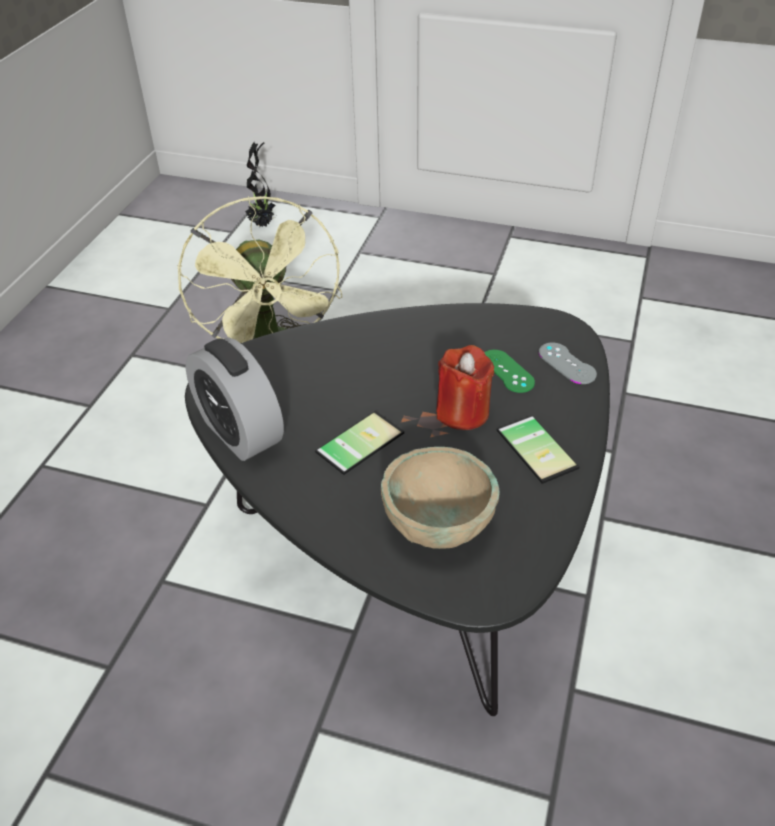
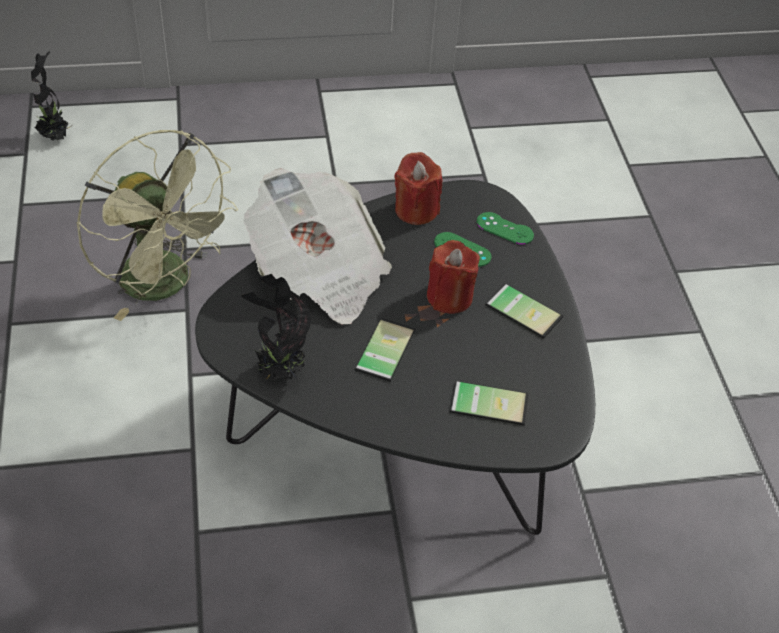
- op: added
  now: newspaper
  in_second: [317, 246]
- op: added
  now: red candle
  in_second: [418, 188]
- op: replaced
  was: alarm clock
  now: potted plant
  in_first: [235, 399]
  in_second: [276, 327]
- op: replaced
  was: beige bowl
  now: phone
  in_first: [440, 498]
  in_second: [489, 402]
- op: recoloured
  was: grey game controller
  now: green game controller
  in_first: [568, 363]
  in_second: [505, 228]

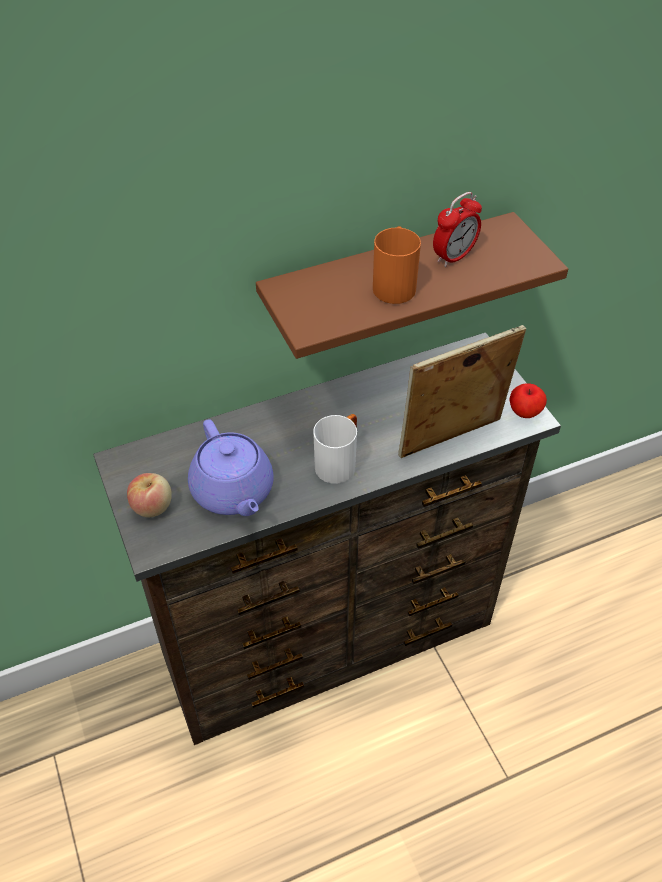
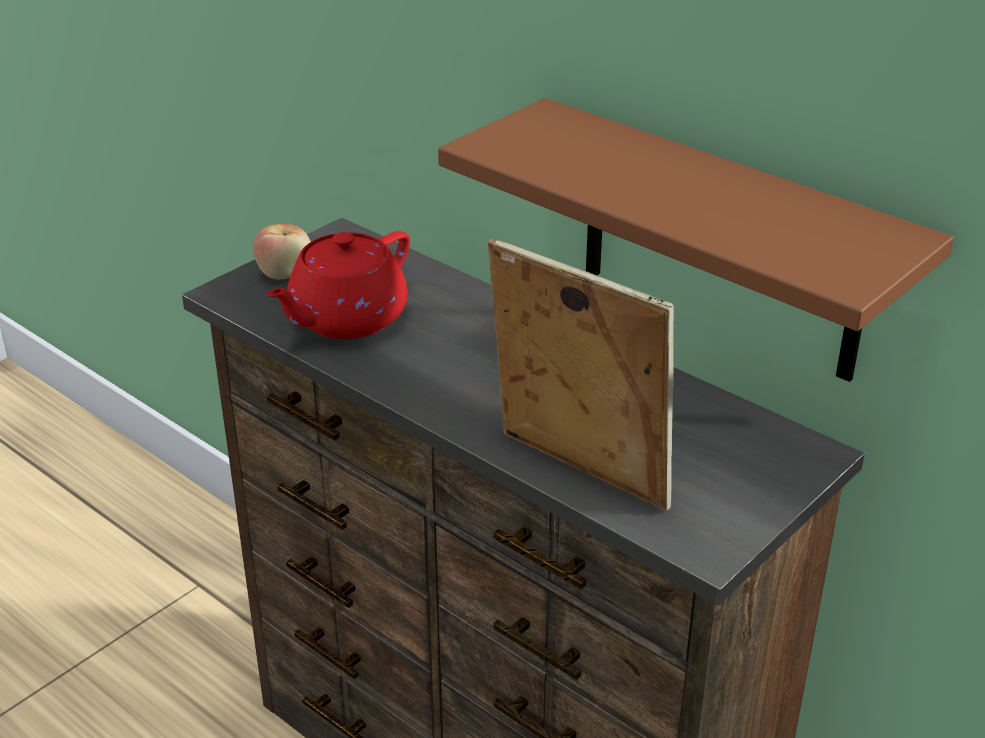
- op: removed
  was: white mug
  in_first: [335, 449]
- op: removed
  was: orange mug
  in_first: [397, 265]
- op: removed
  was: alarm clock
  in_first: [457, 229]
- op: removed
  was: apple
  in_first: [528, 400]
- op: recoloured
  was: purple teapot
  now: red teapot
  in_first: [231, 467]
  in_second: [338, 285]

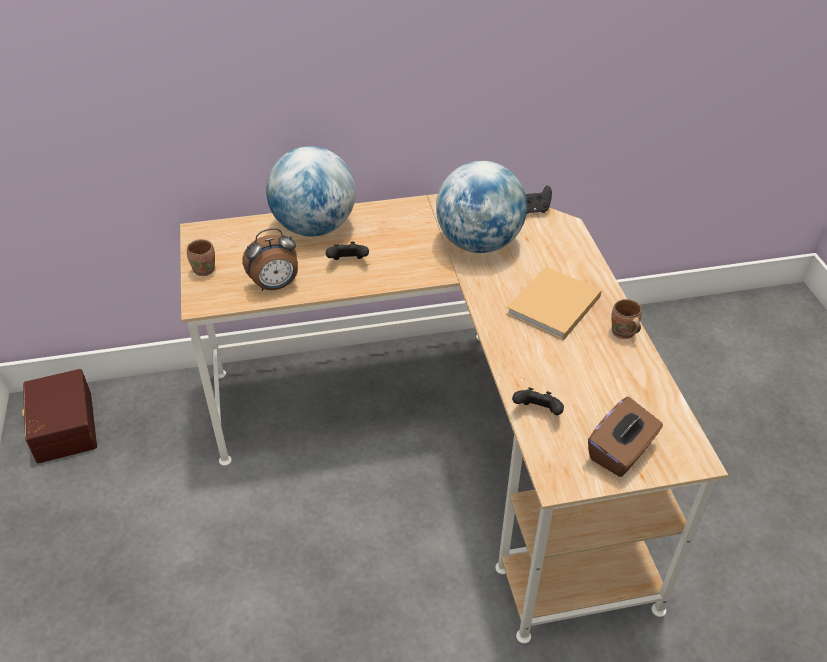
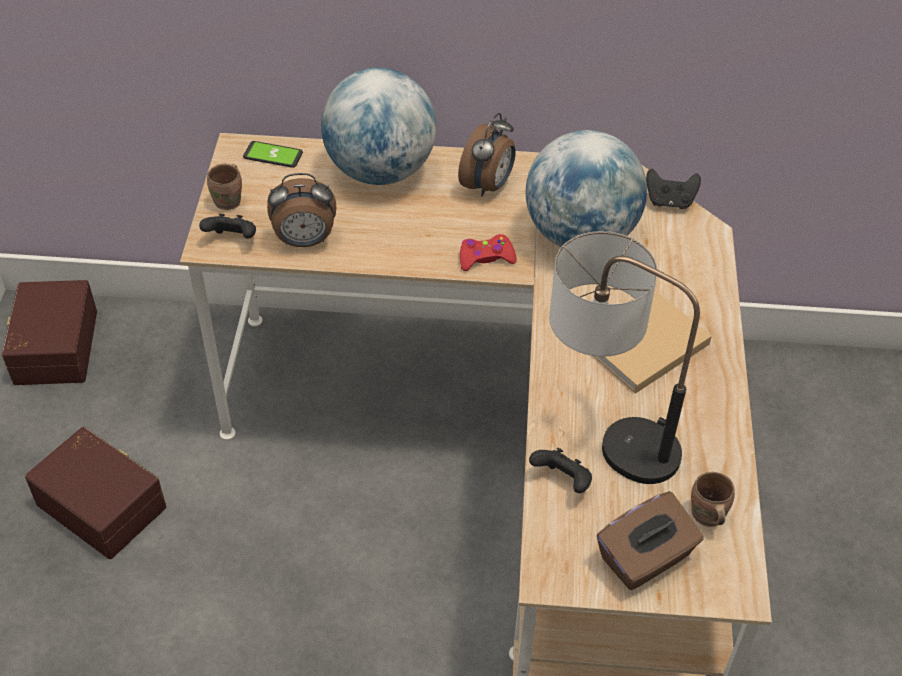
- op: added
  now: brown storage box
  in_second: [95, 493]
- op: added
  now: phone
  in_second: [273, 154]
- op: added
  now: alarm clock
  in_second: [486, 155]
- op: added
  now: red game controller
  in_second: [488, 252]
- op: added
  now: table lamp
  in_second: [624, 357]
- op: moved
  was: black game controller
  in_first: [347, 251]
  in_second: [227, 226]
- op: moved
  was: brown mug
  in_first: [626, 319]
  in_second: [713, 499]

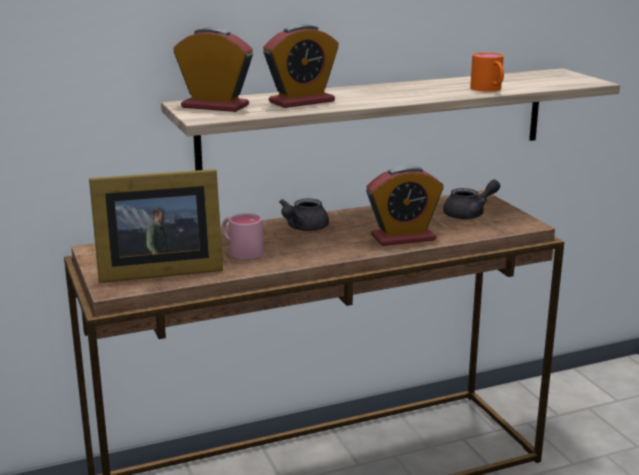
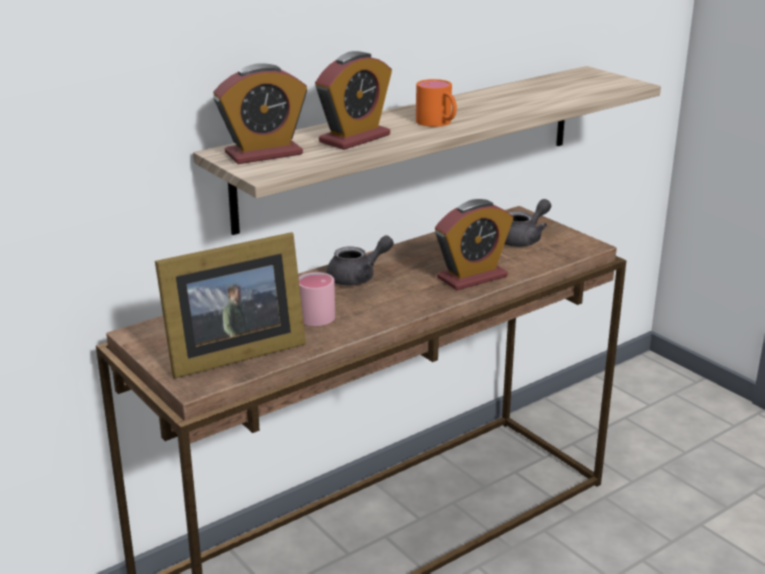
- op: moved
  was: orange mug
  in_first: [487, 72]
  in_second: [436, 103]
- op: turned
  was: alarm clock
  in_first: [213, 69]
  in_second: [260, 113]
  clockwise: 150
- op: turned
  was: grey teapot
  in_first: [304, 214]
  in_second: [360, 260]
  clockwise: -135

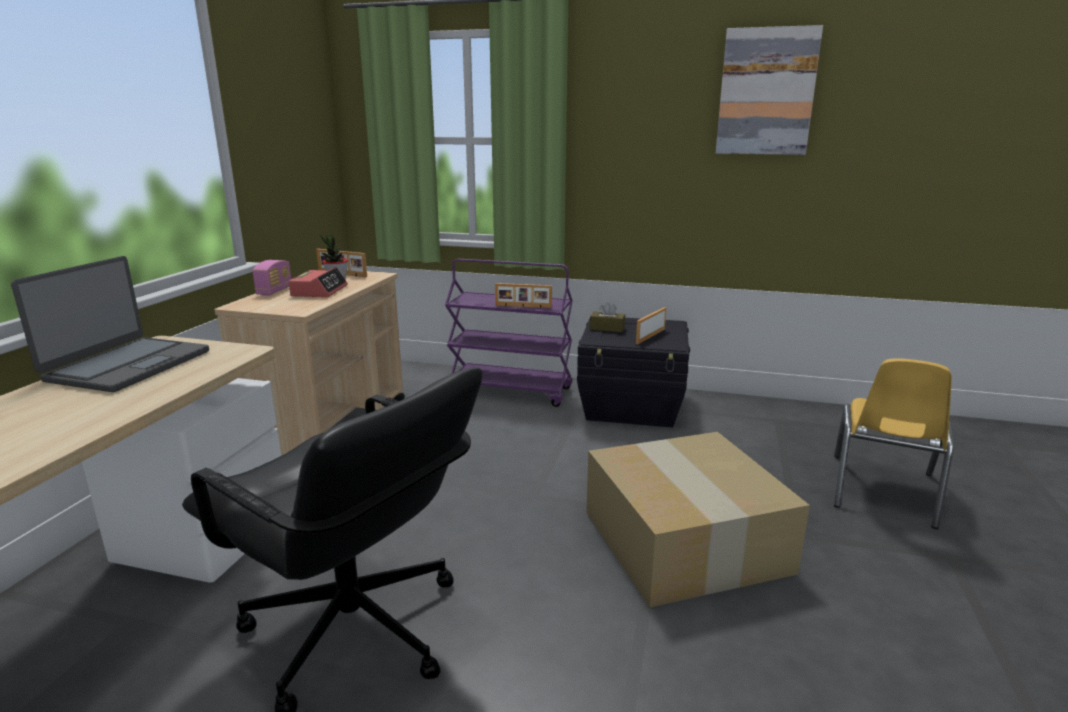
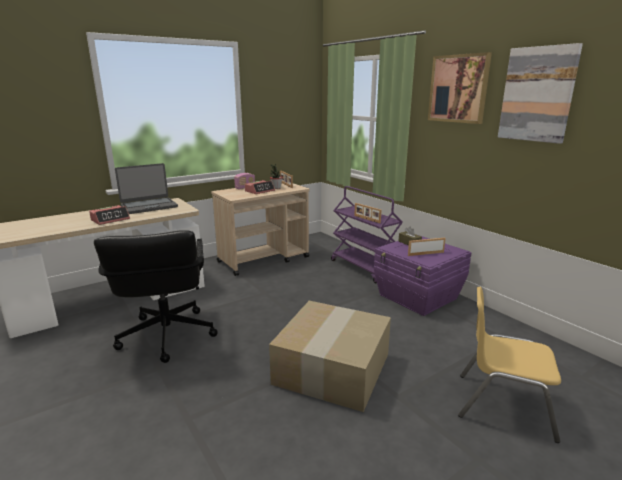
- op: added
  now: alarm clock
  in_second: [109, 215]
- op: added
  now: picture
  in_second: [460, 88]
- op: recoloured
  was: black storage box
  now: purple storage box
  in_first: [633, 372]
  in_second: [423, 275]
- op: turned
  was: yellow chair
  in_first: [894, 443]
  in_second: [509, 365]
  clockwise: 45

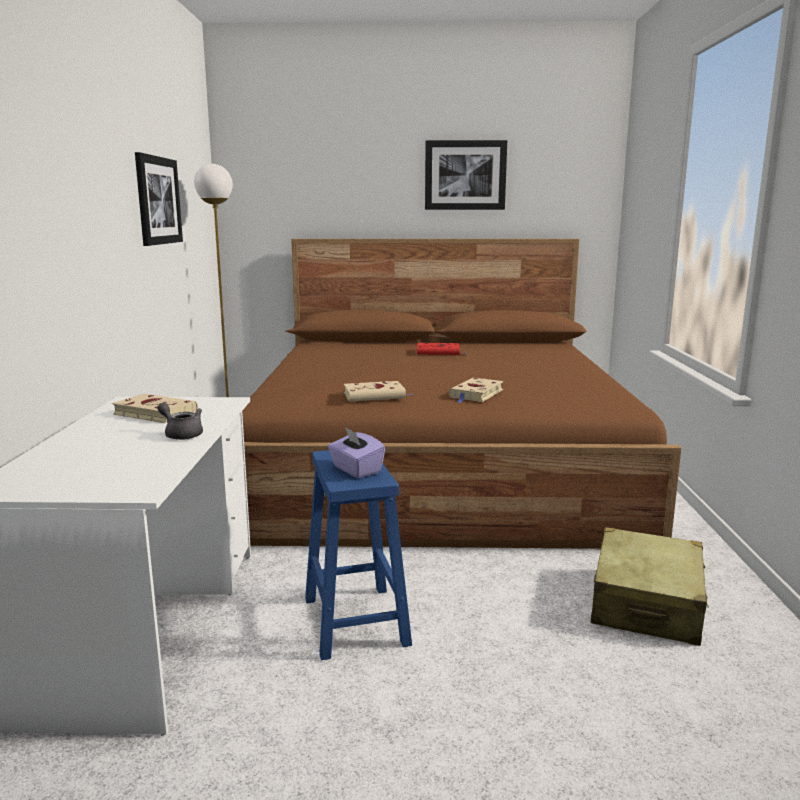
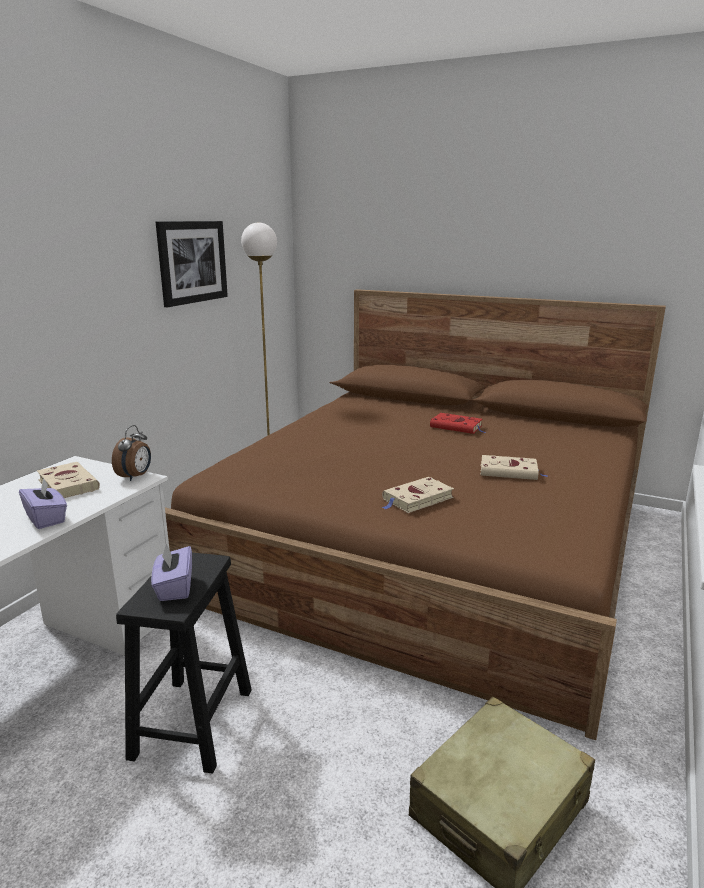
- op: removed
  was: picture
  in_first: [466, 175]
- op: added
  now: alarm clock
  in_second: [131, 453]
- op: moved
  was: beige book
  in_first: [378, 391]
  in_second: [514, 467]
- op: replaced
  was: grey teapot
  now: purple tissue box
  in_first: [180, 421]
  in_second: [43, 503]
- op: recoloured
  was: blue stool
  now: black stool
  in_first: [358, 555]
  in_second: [184, 663]

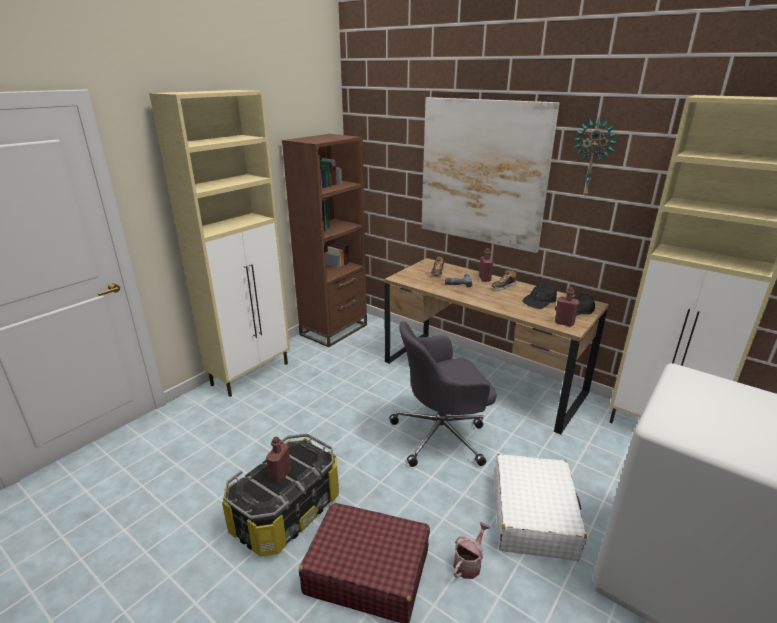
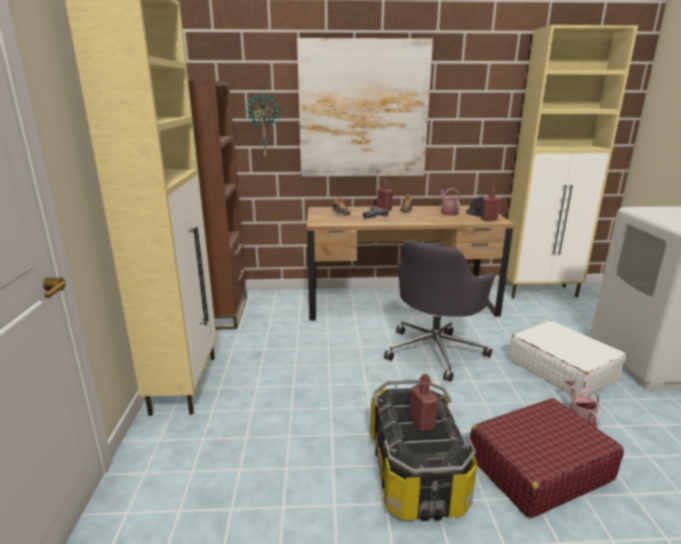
- op: moved
  was: wall clock
  in_first: [596, 156]
  in_second: [263, 126]
- op: replaced
  was: black cap
  now: watering can
  in_first: [540, 296]
  in_second: [449, 202]

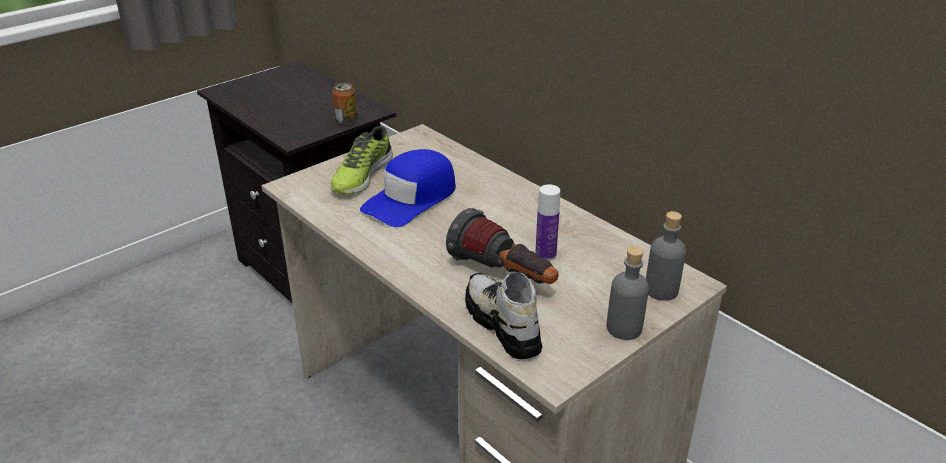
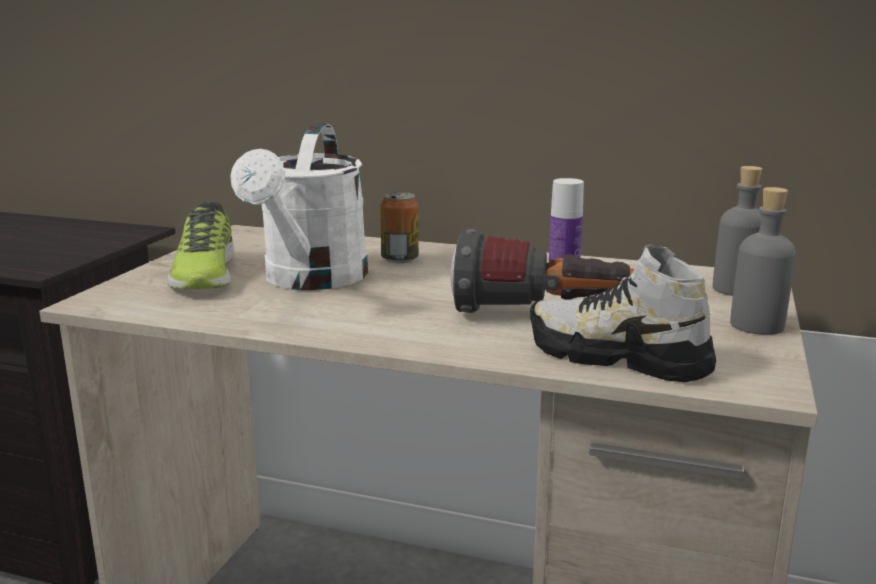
- op: moved
  was: can
  in_first: [345, 104]
  in_second: [399, 227]
- op: replaced
  was: blue cap
  now: white watering can
  in_first: [408, 188]
  in_second: [299, 207]

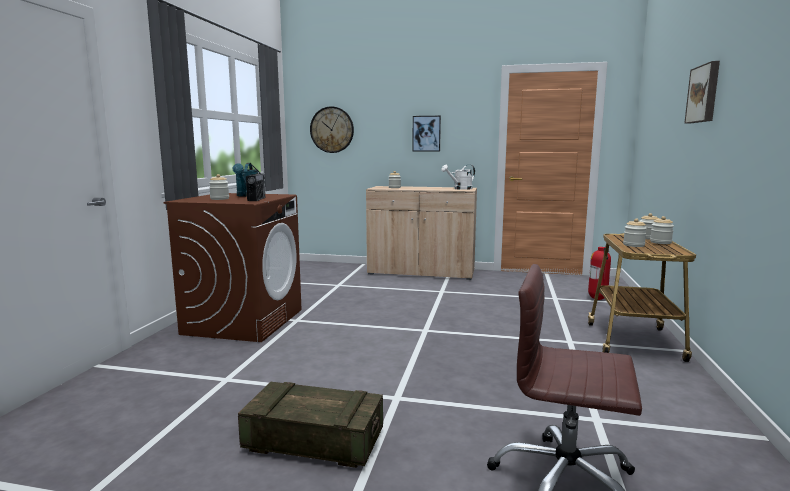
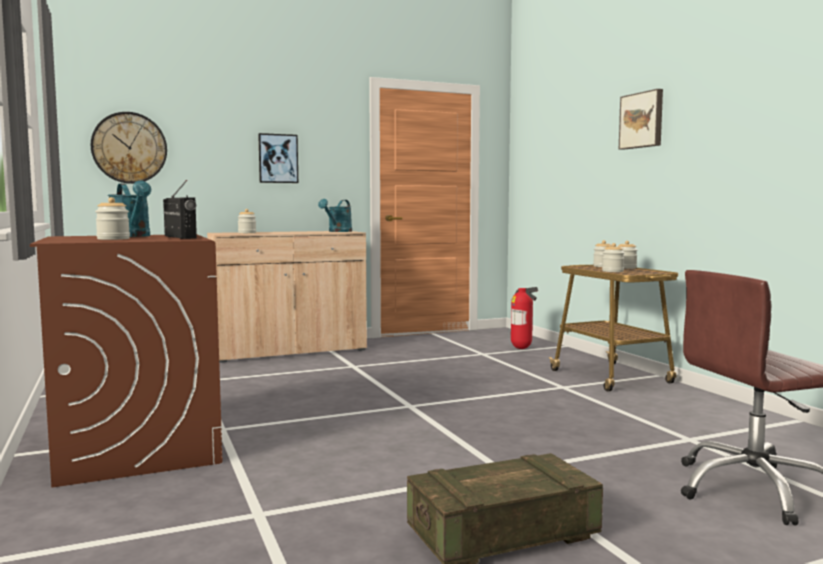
- op: recoloured
  was: white watering can
  now: turquoise watering can
  in_first: [458, 177]
  in_second: [335, 215]

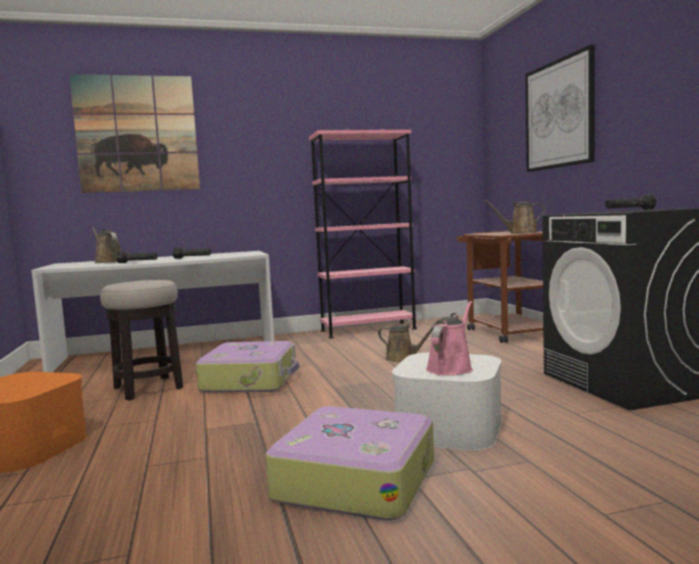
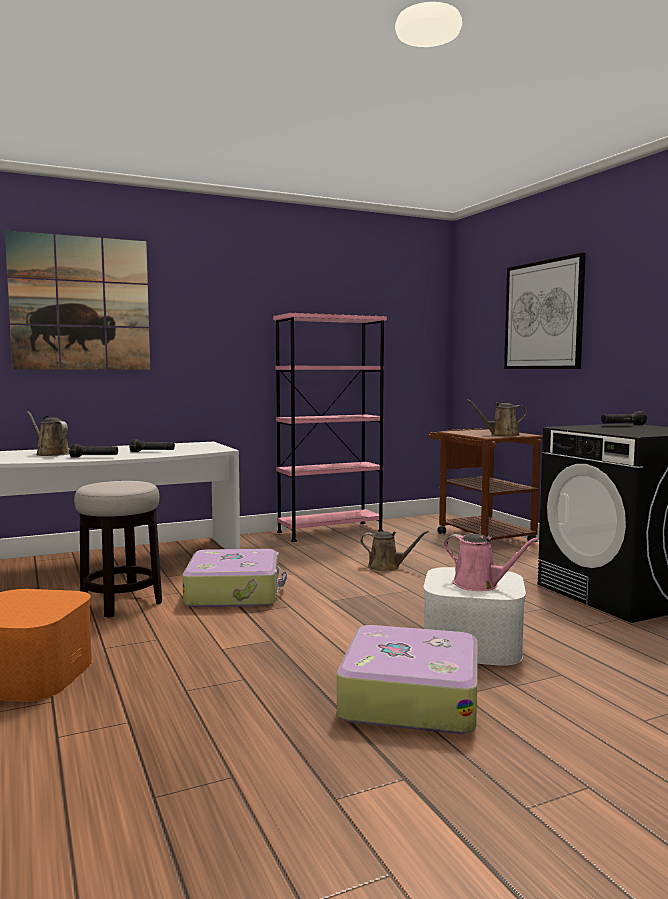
- op: turned
  was: pink watering can
  in_first: [449, 338]
  in_second: [491, 562]
  clockwise: 105

